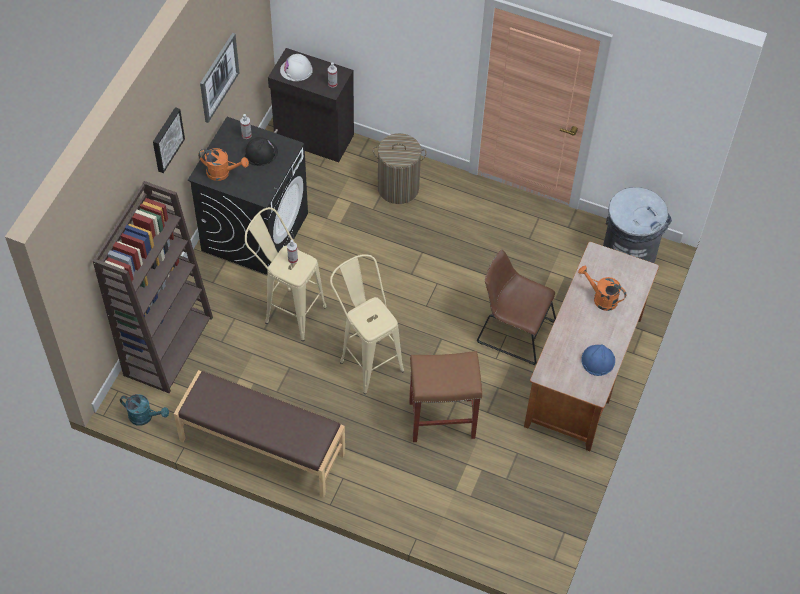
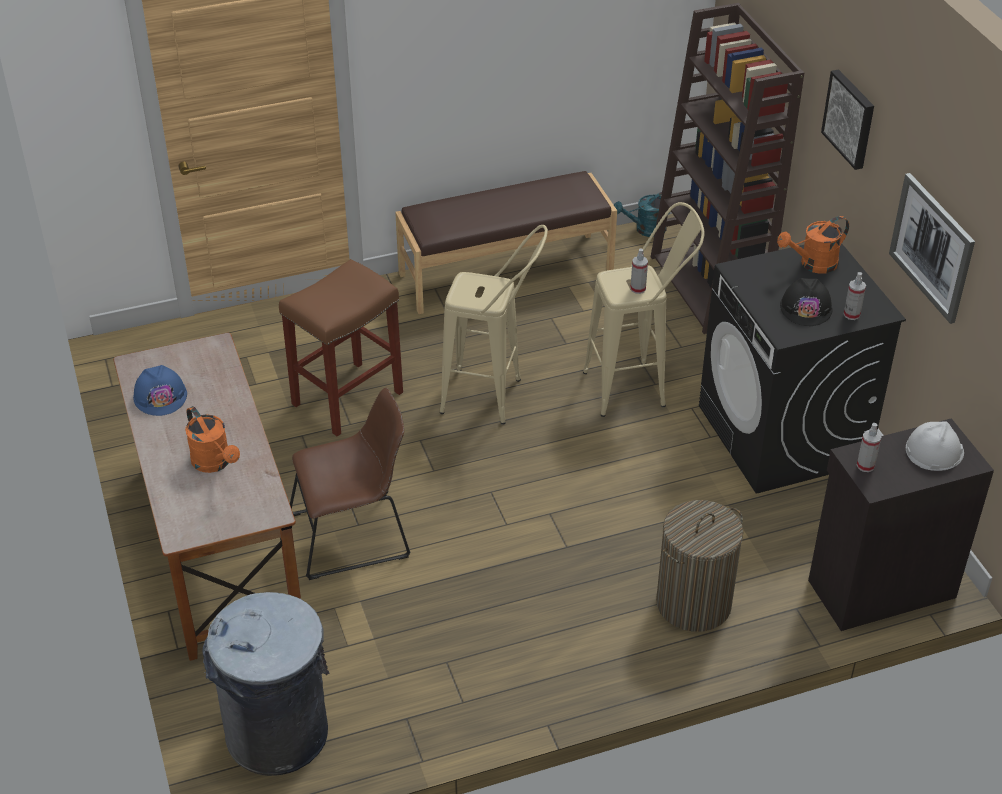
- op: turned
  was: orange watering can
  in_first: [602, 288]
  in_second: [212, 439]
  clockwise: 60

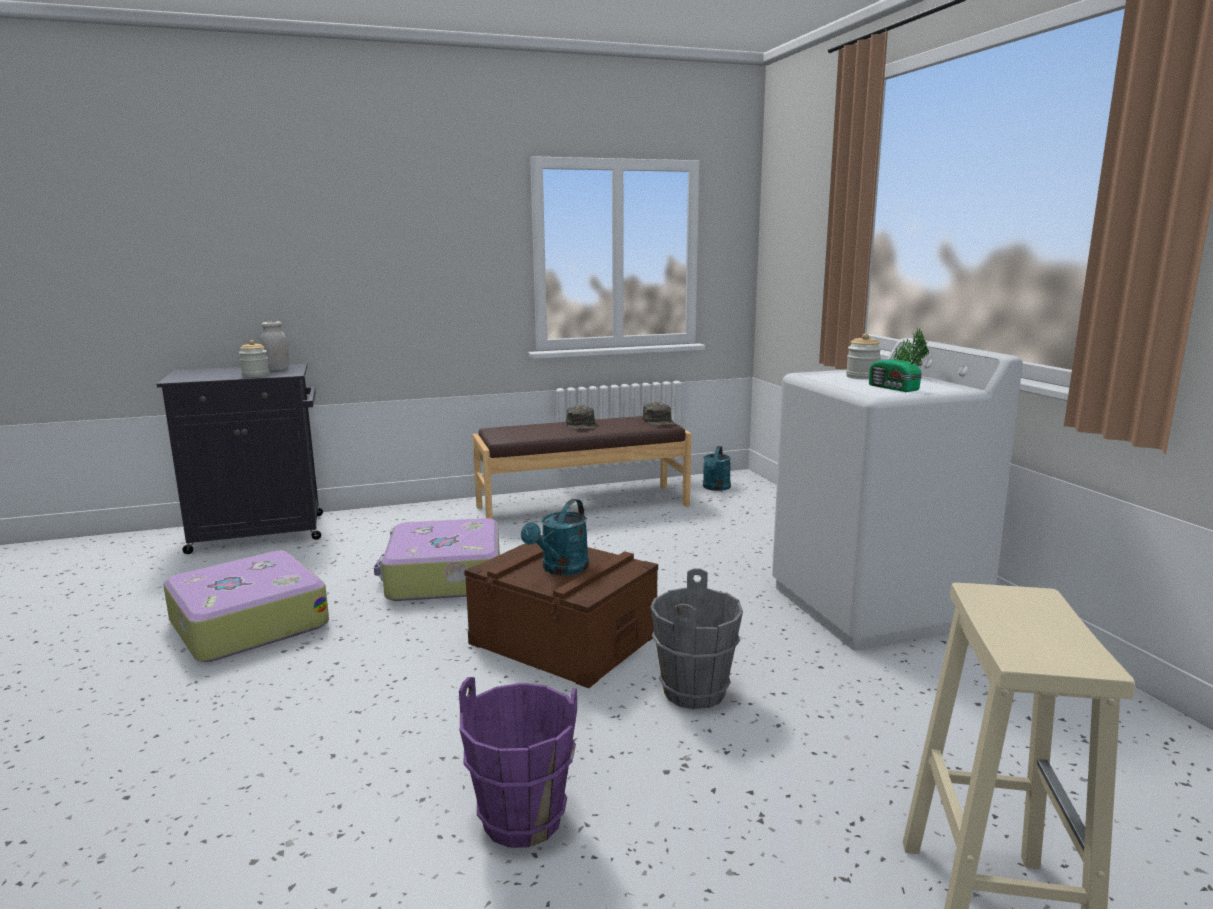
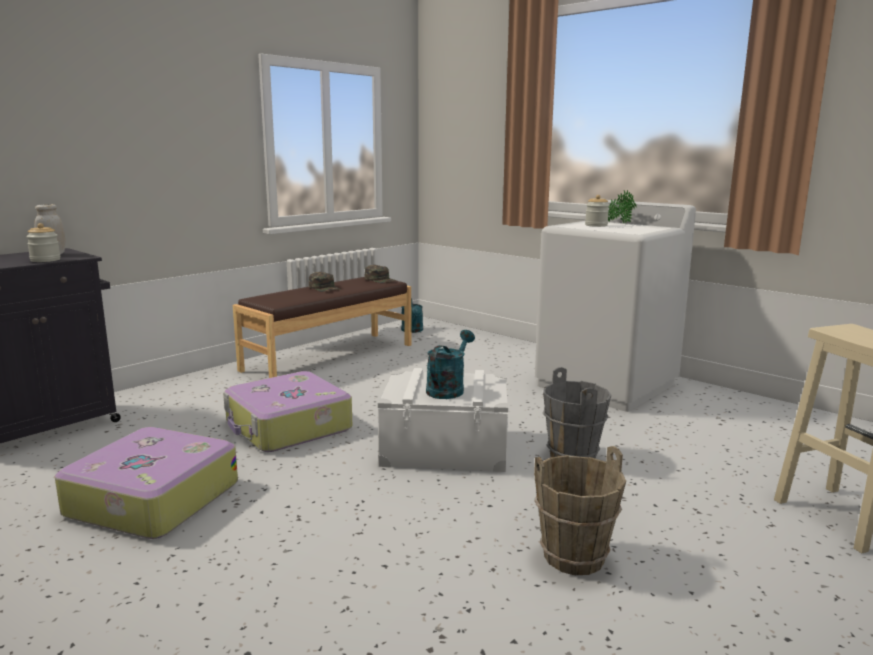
- op: removed
  was: radio
  in_first: [898, 367]
- op: recoloured
  was: purple bucket
  now: brown bucket
  in_first: [518, 762]
  in_second: [580, 510]
- op: recoloured
  was: brown storage box
  now: white storage box
  in_first: [561, 611]
  in_second: [443, 420]
- op: turned
  was: turquoise watering can
  in_first: [555, 537]
  in_second: [450, 364]
  clockwise: -150

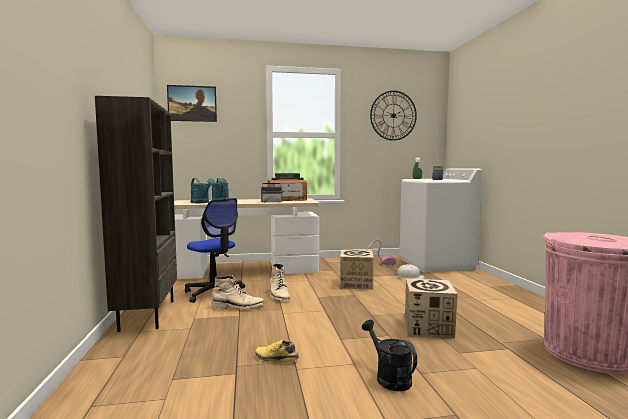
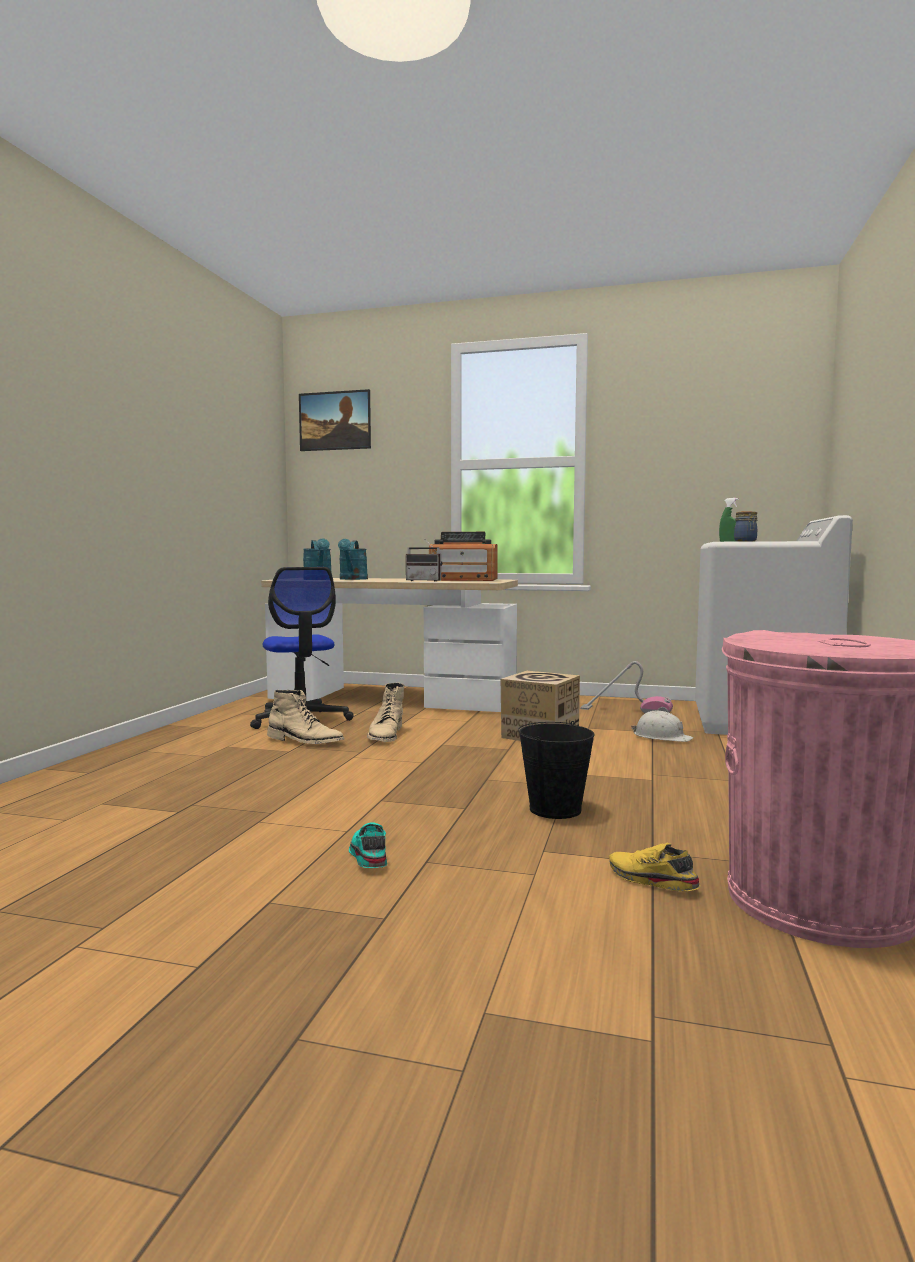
- op: removed
  was: brown bookcase
  in_first: [136, 214]
- op: removed
  was: wall clock
  in_first: [393, 116]
- op: moved
  was: yellow shoe
  in_first: [277, 351]
  in_second: [655, 867]
- op: replaced
  was: black watering can
  now: turquoise shoe
  in_first: [389, 355]
  in_second: [368, 845]
- op: replaced
  was: cardboard box
  now: black bucket
  in_first: [431, 308]
  in_second: [556, 770]

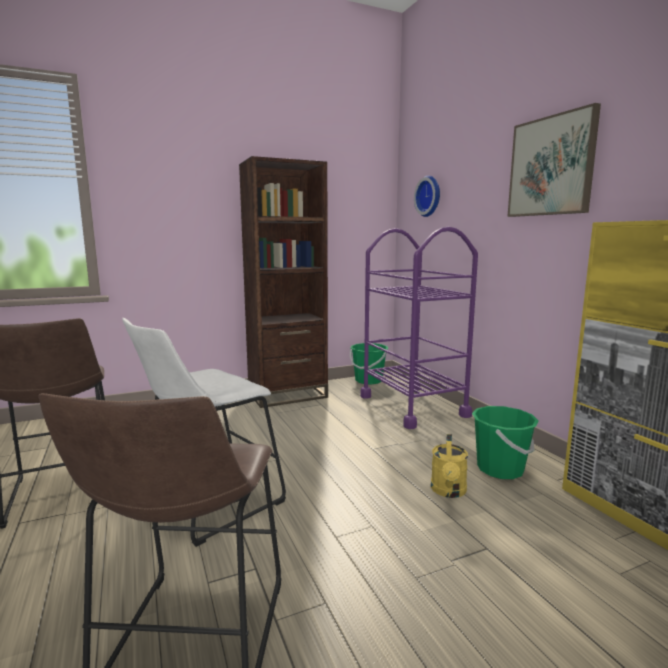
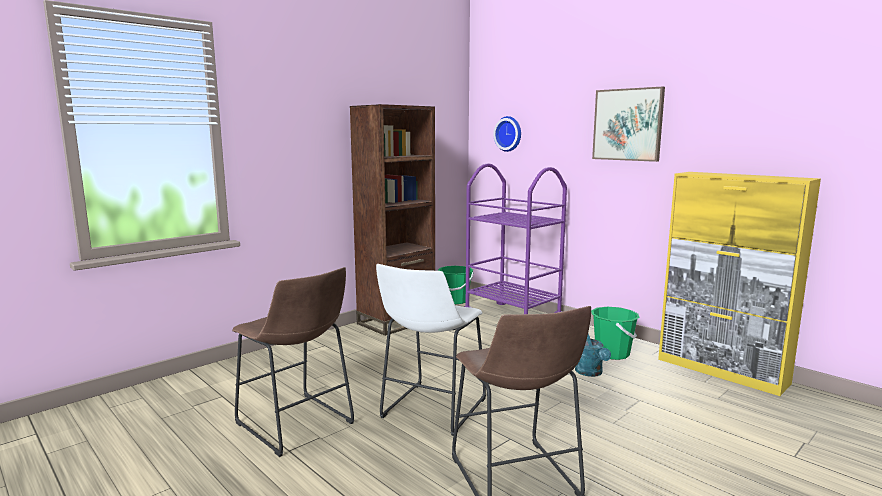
- op: recoloured
  was: yellow watering can
  now: turquoise watering can
  in_first: [449, 466]
  in_second: [593, 355]

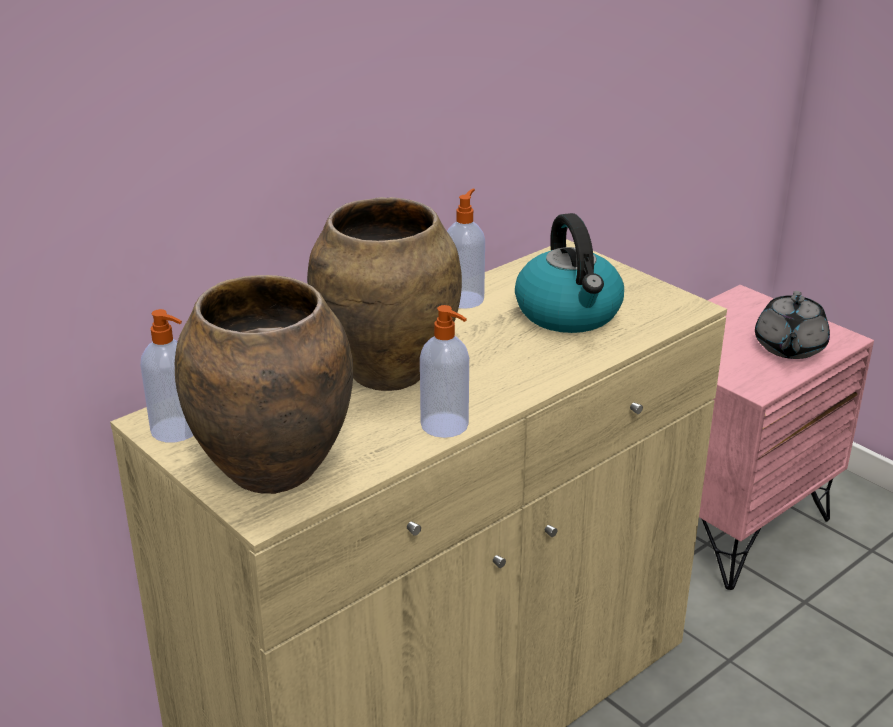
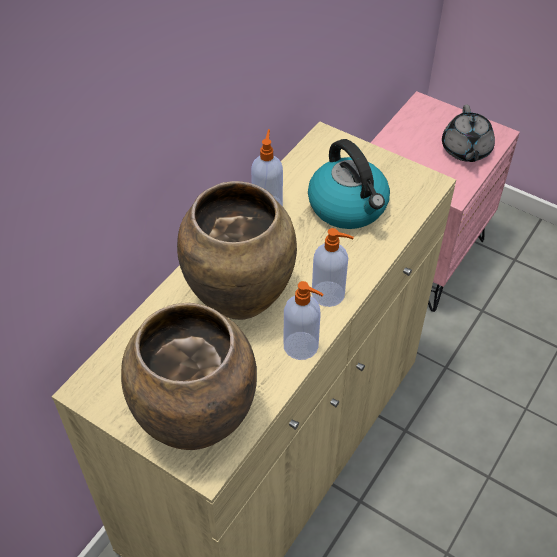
- op: moved
  was: soap dispenser
  in_first: [167, 375]
  in_second: [333, 267]

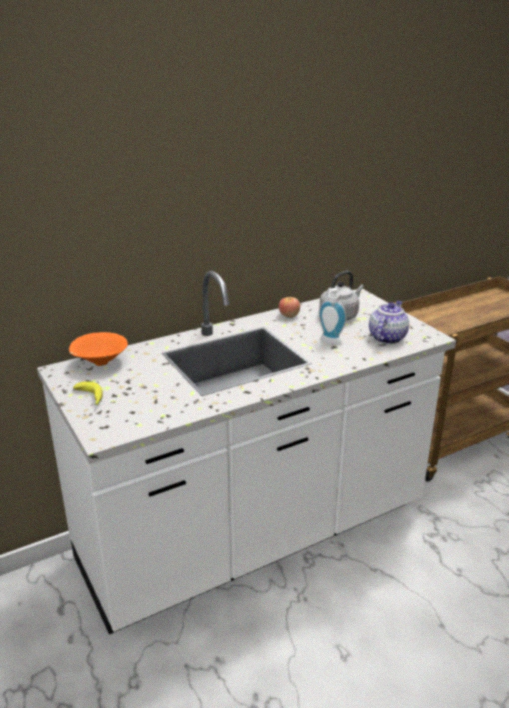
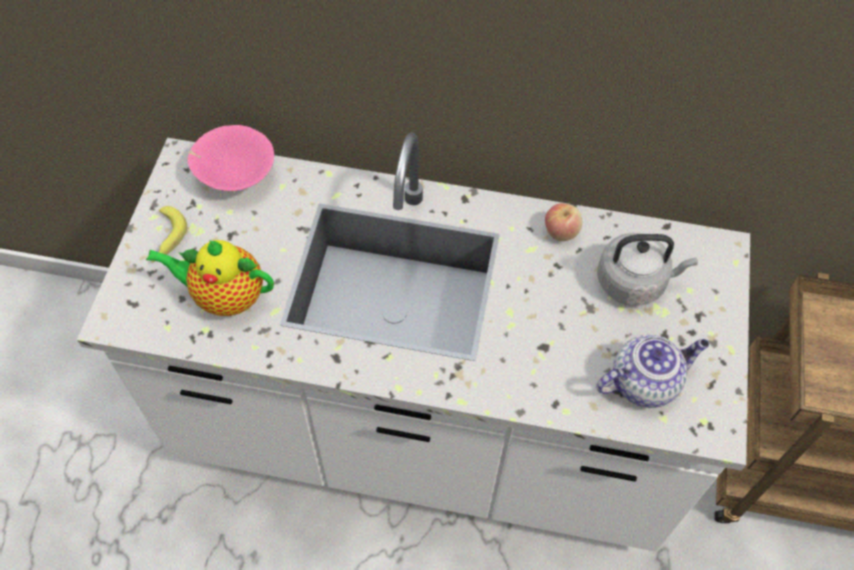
- op: removed
  was: soap dispenser
  in_first: [333, 316]
- op: added
  now: teapot
  in_second: [210, 278]
- op: recoloured
  was: orange bowl
  now: pink bowl
  in_first: [98, 349]
  in_second: [230, 158]

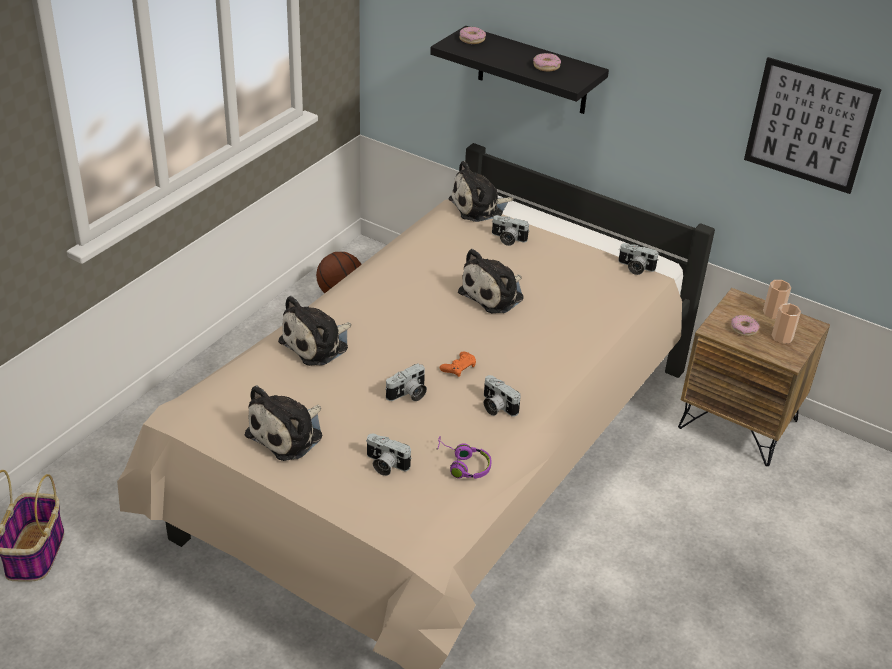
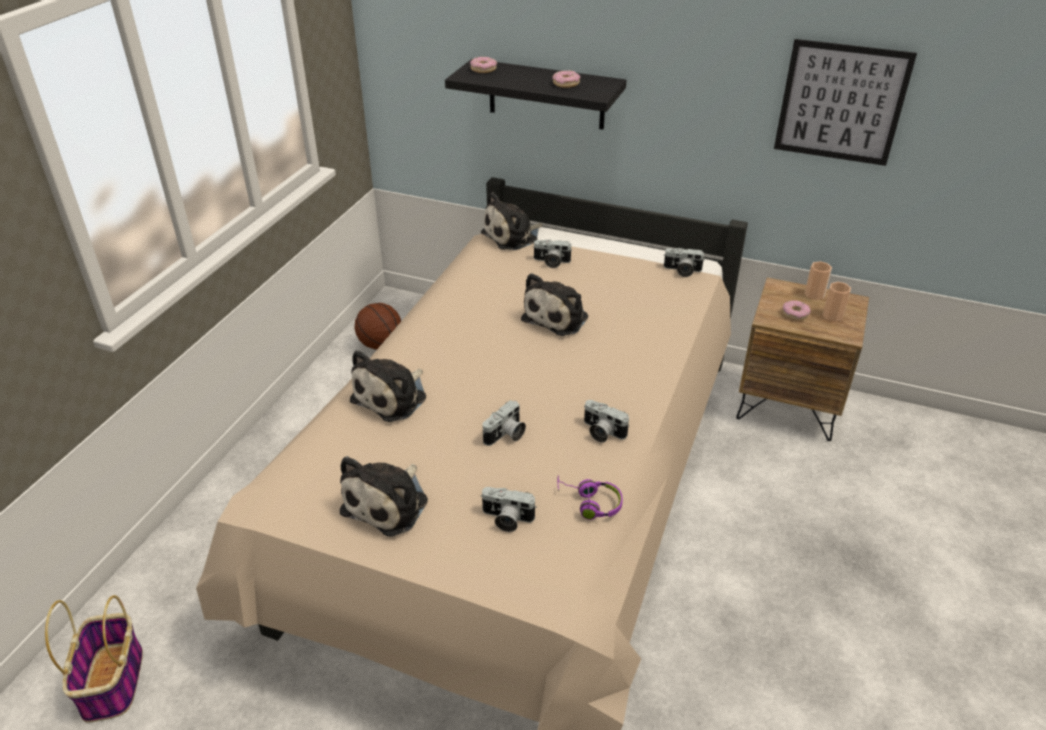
- op: removed
  was: orange game controller
  in_first: [458, 364]

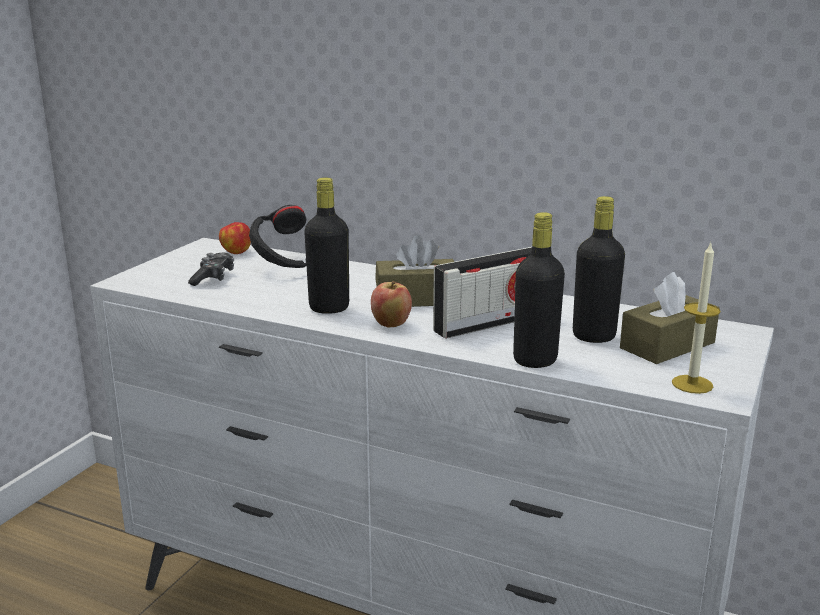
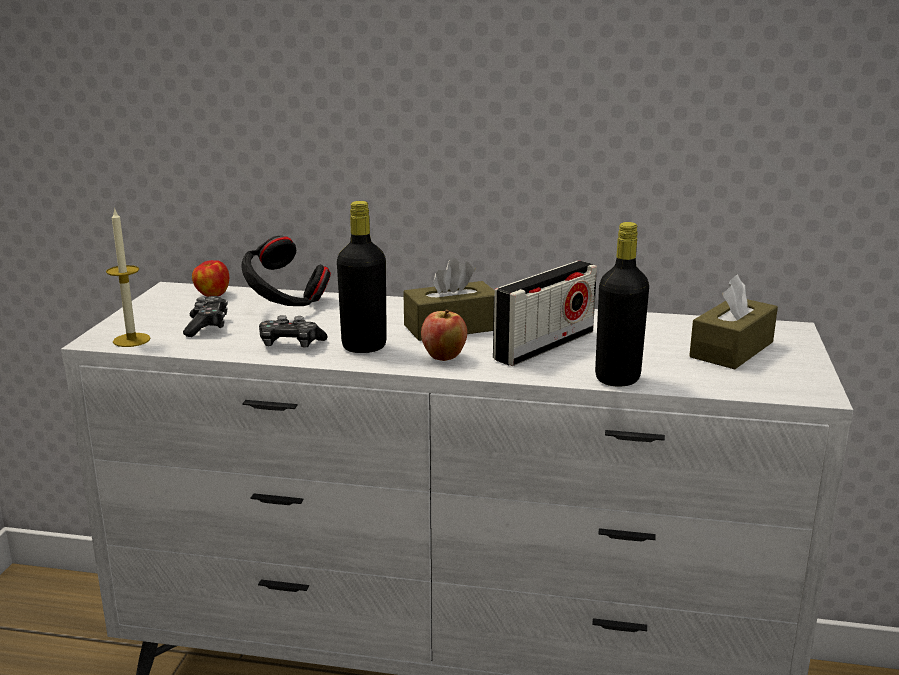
- op: removed
  was: black bottle
  in_first: [599, 269]
- op: added
  now: game controller
  in_second: [293, 331]
- op: moved
  was: candle
  in_first: [696, 318]
  in_second: [128, 277]

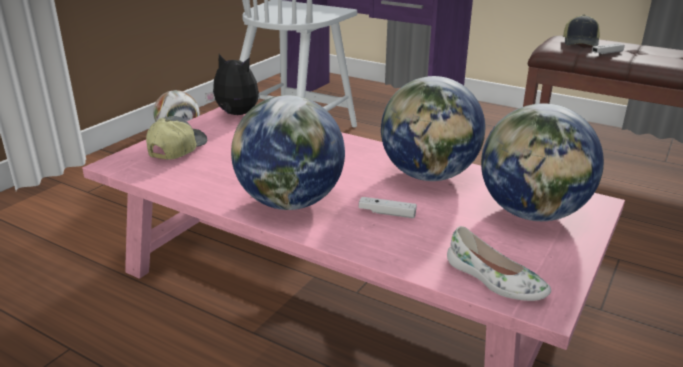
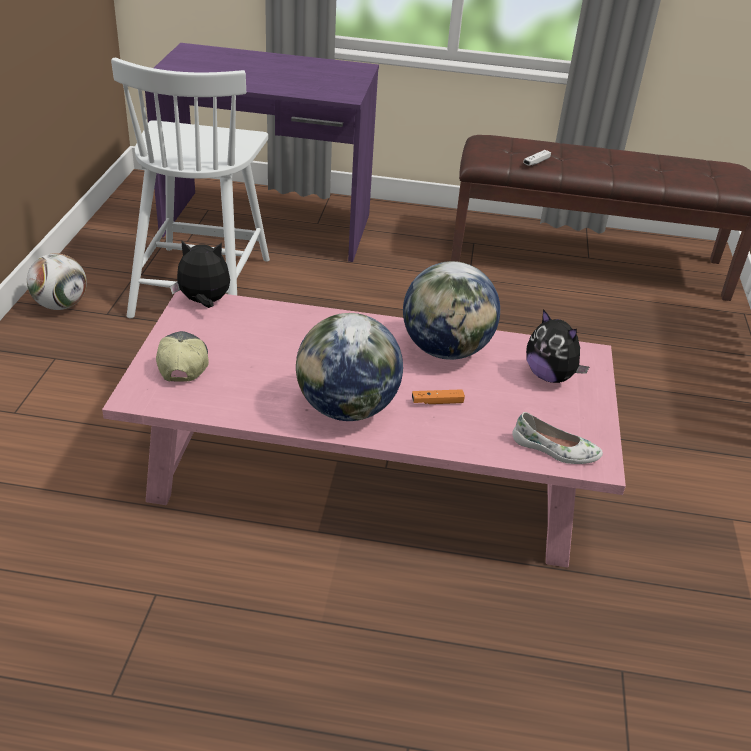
- op: removed
  was: cap
  in_first: [581, 30]
- op: replaced
  was: globe
  now: plush toy
  in_first: [542, 162]
  in_second: [557, 346]
- op: recoloured
  was: white game controller
  now: orange game controller
  in_first: [388, 207]
  in_second: [438, 396]

